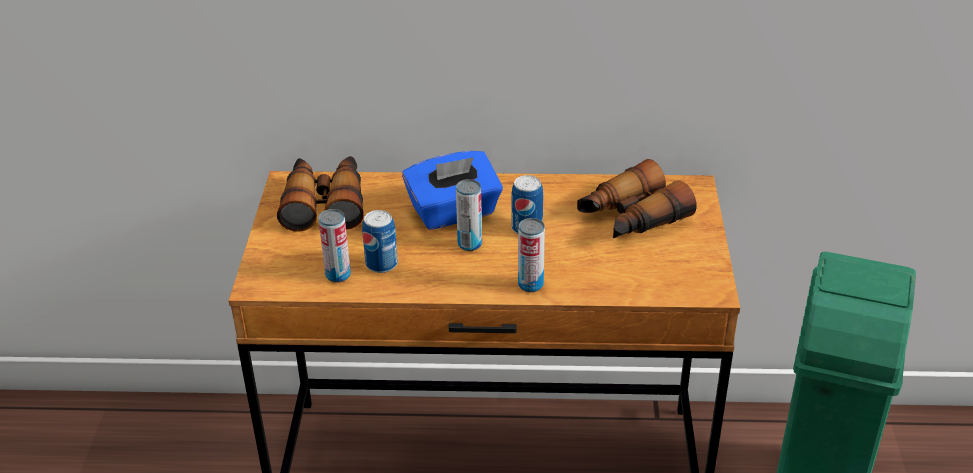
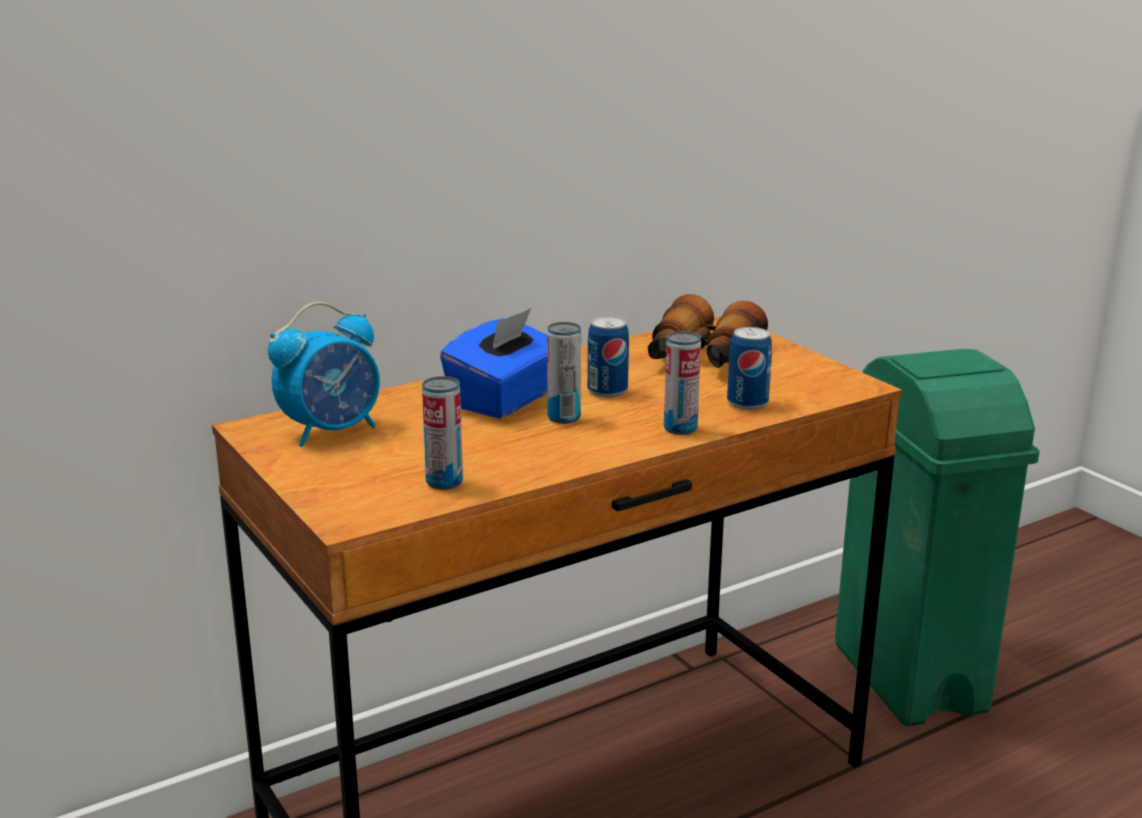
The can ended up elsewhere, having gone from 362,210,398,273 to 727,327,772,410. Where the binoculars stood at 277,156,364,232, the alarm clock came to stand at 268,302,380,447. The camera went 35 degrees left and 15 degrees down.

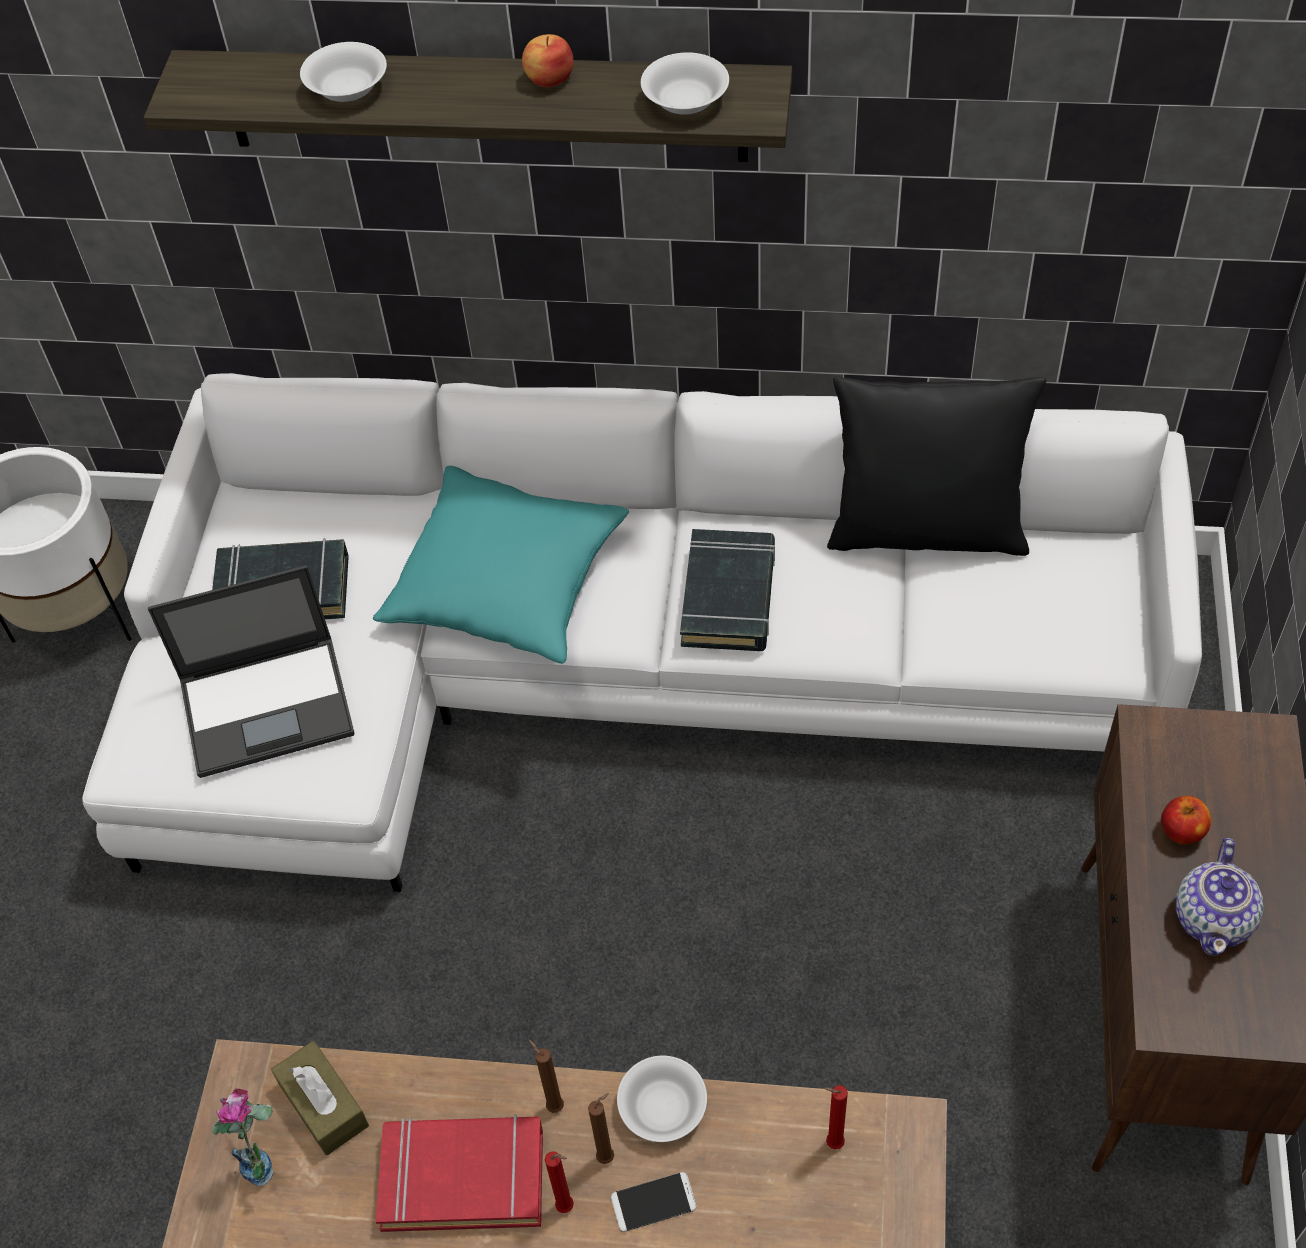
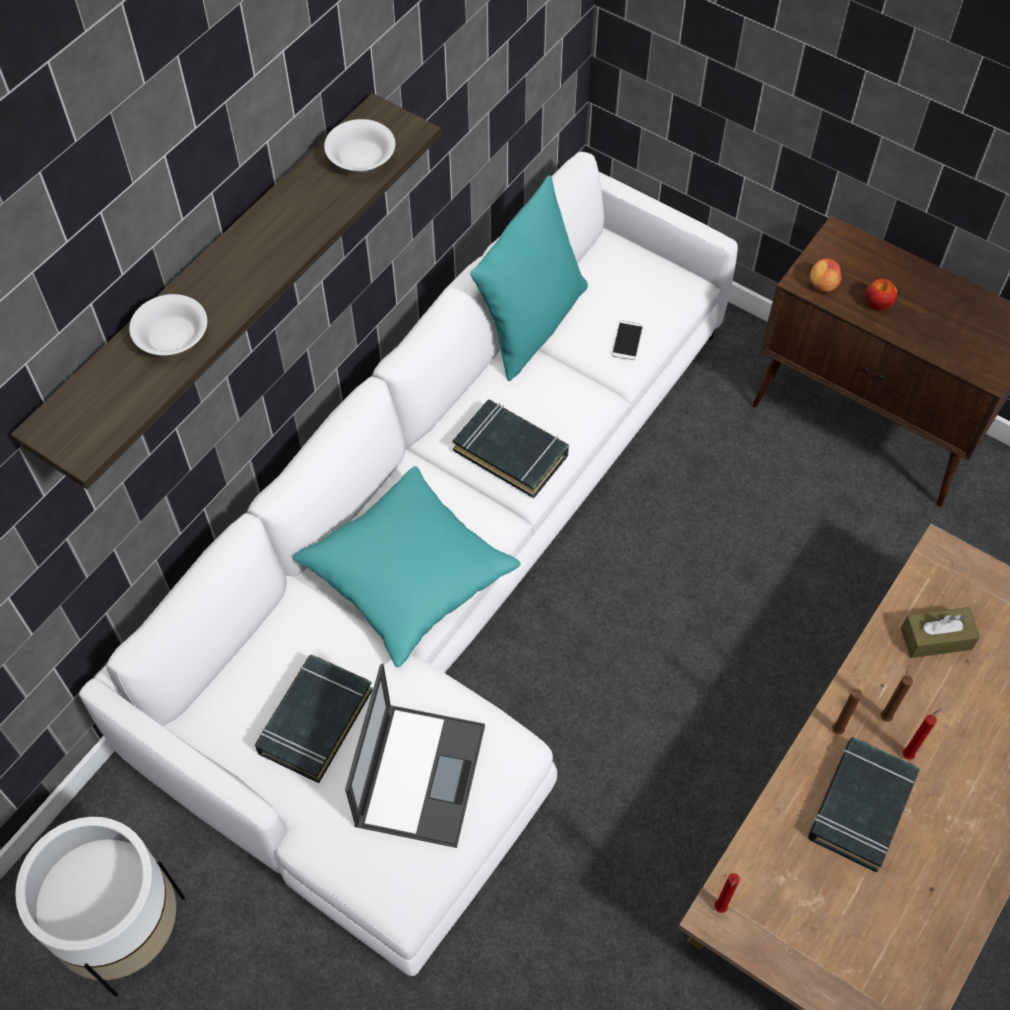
The second view lost the vase at 212,1088,274,1186. The second view lost the white bowl at 617,1055,707,1142. The second view lost the teapot at 1176,838,1263,956. The brown tissue box ended up elsewhere, having gone from 271,1041,369,1155 to 901,607,980,658. The apple ended up elsewhere, having gone from 522,34,574,87 to 810,259,841,293. The phone ended up elsewhere, having gone from 611,1172,697,1232 to 612,320,643,360. The red candle ended up elsewhere, having gone from 824,1085,848,1149 to 714,873,740,913. What was the red book at 376,1114,543,1232 turned into the black book at 808,737,920,873. What was the black pillow at 827,376,1047,556 turned into the turquoise pillow at 470,175,588,381. The camera went 65 degrees left and 5 degrees up.

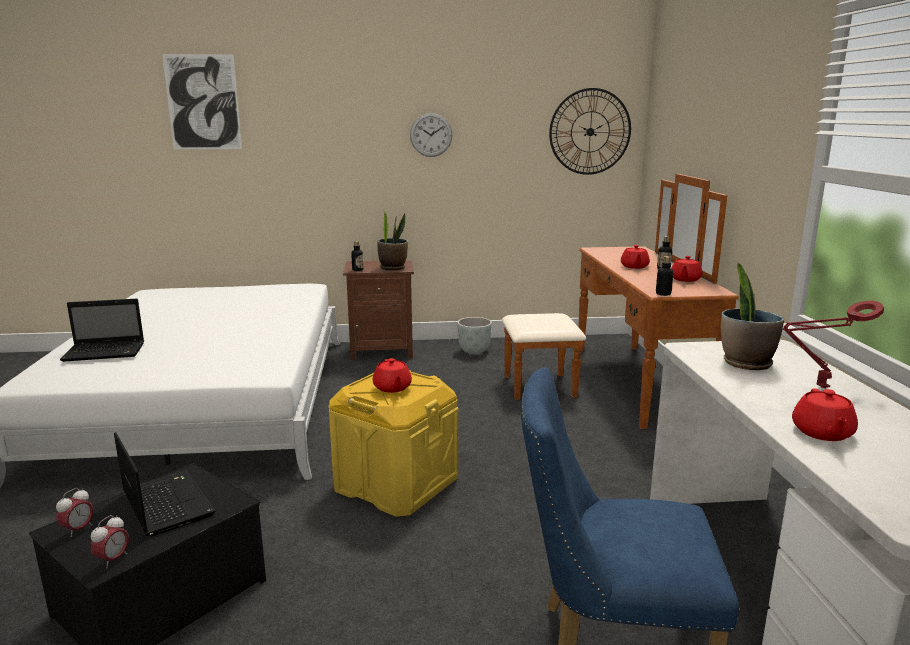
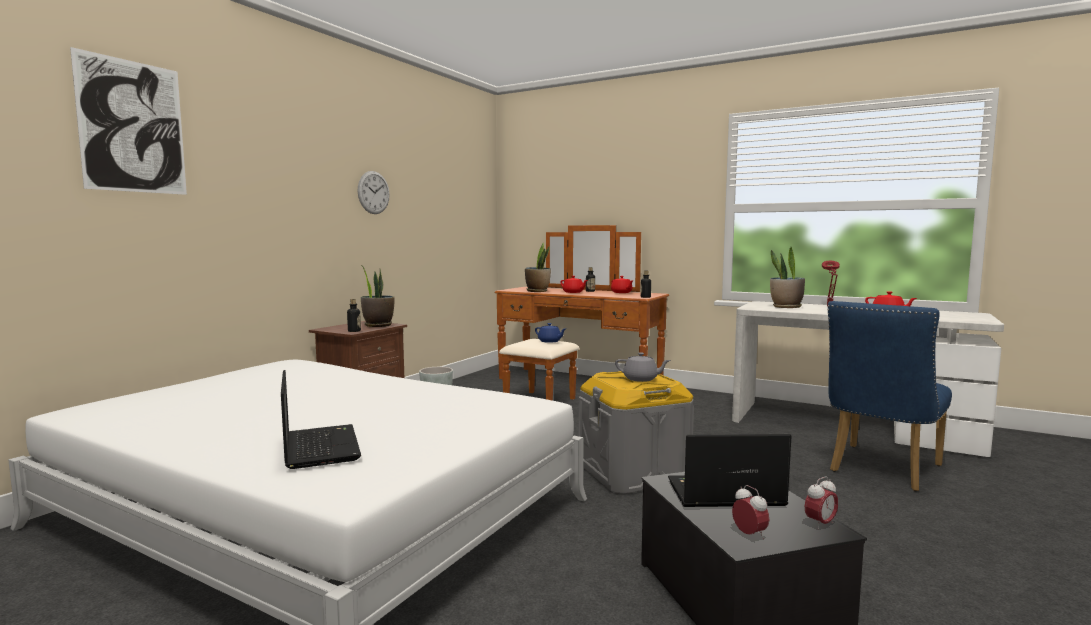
The second view lost the wall clock at 549,88,631,175. The second view gained the potted plant at 525,243,551,292. The second view gained the blue teapot at 535,323,566,343. What was the yellow storage box at 329,370,458,517 turned into the grey storage box at 579,371,694,494. What was the red teapot at 373,358,412,393 turned into the grey teapot at 615,352,671,382. The laptop at 60,299,144,362 ended up facing another way, 45 degrees counterclockwise from before. The alarm clock at 91,515,129,568 ended up facing another way, 90 degrees clockwise from before. The camera went 55 degrees left and 10 degrees down.

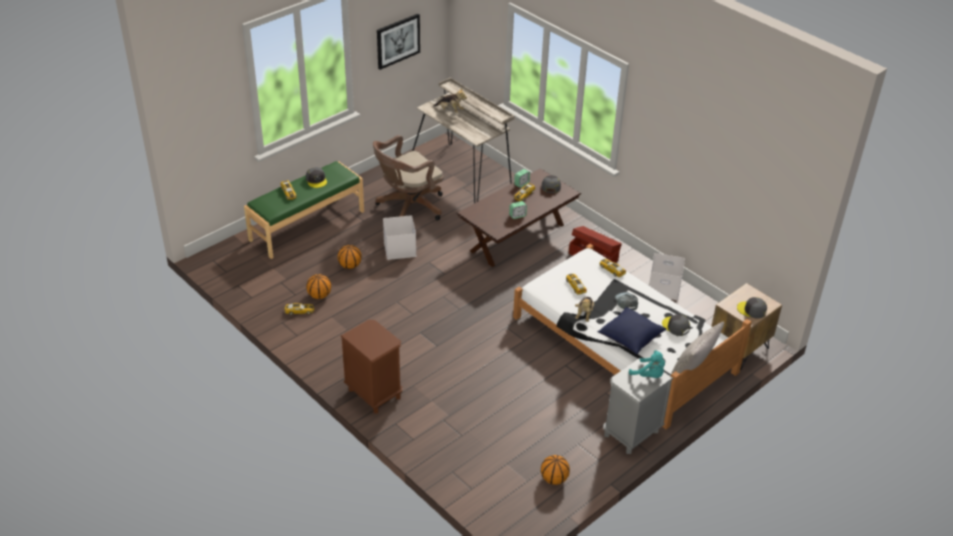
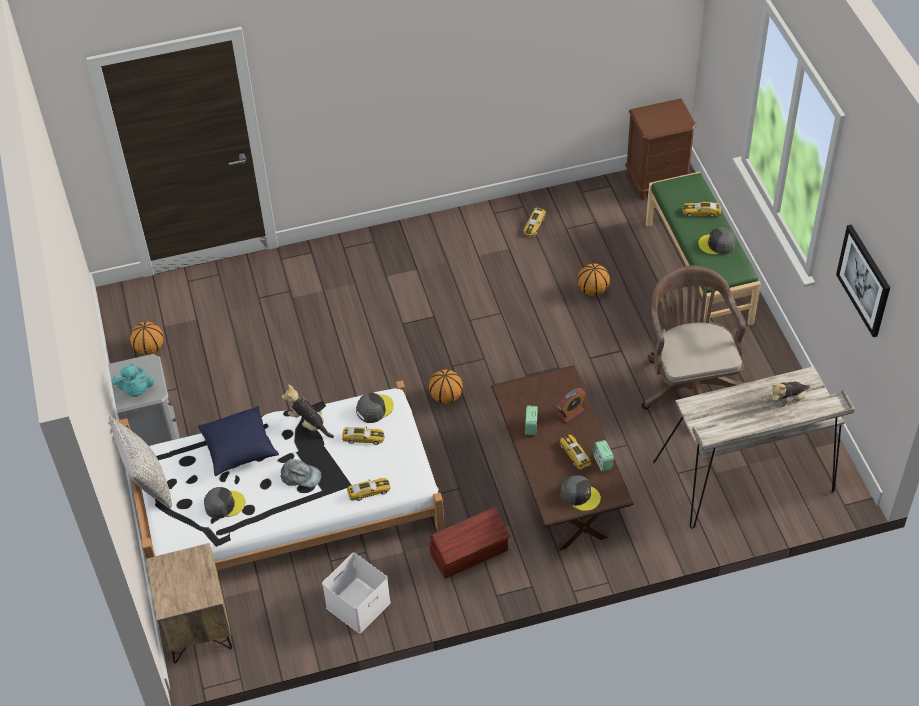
The second view lost the white storage box at 383,215,416,260. The second view gained the alarm clock at 557,388,586,423. The basketball ended up elsewhere, having gone from 306,274,331,299 to 429,369,463,404. The brown nightstand ended up elsewhere, having gone from 341,320,403,413 to 625,98,697,200. The grey cap ended up elsewhere, having gone from 737,297,767,319 to 356,393,394,423. The turquoise plush toy at 629,350,665,378 ended up facing another way, 90 degrees counterclockwise from before. The camera went 120 degrees right and 10 degrees up.

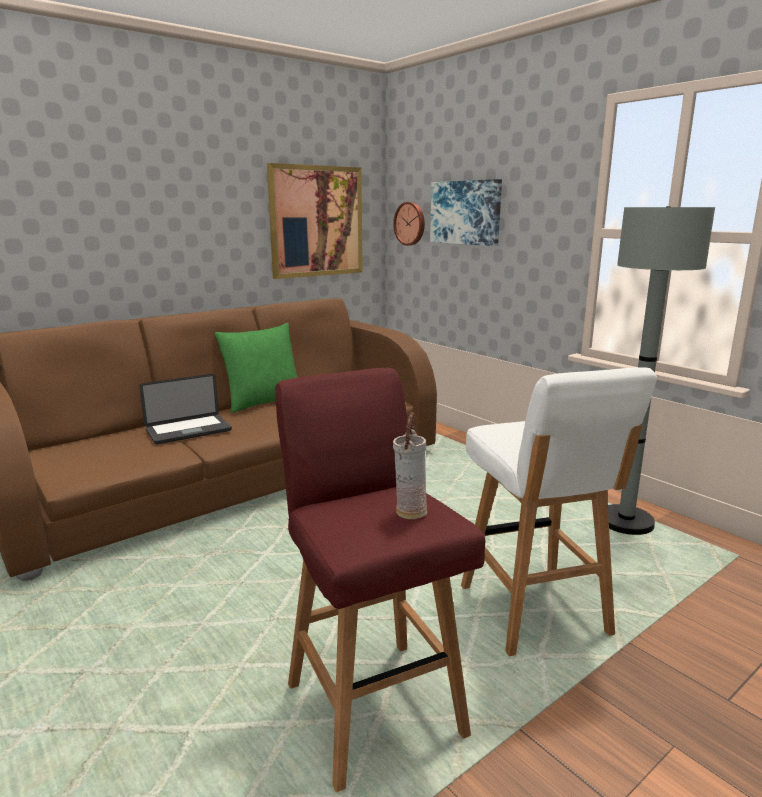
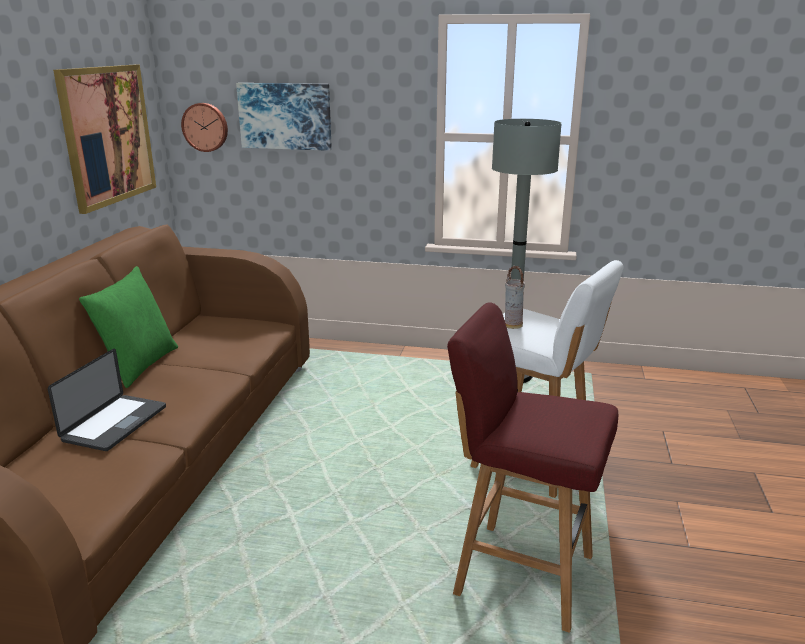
The vase ended up elsewhere, having gone from 393,412,427,519 to 505,266,525,329. The camera went 40 degrees left and 5 degrees up.

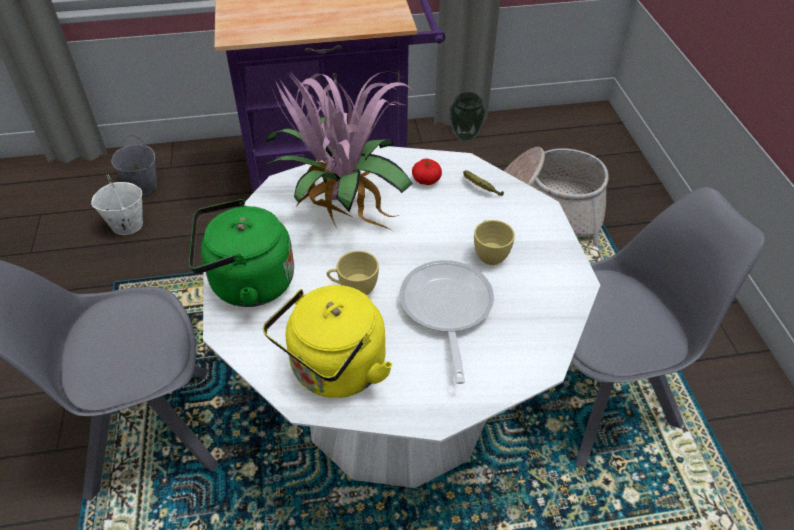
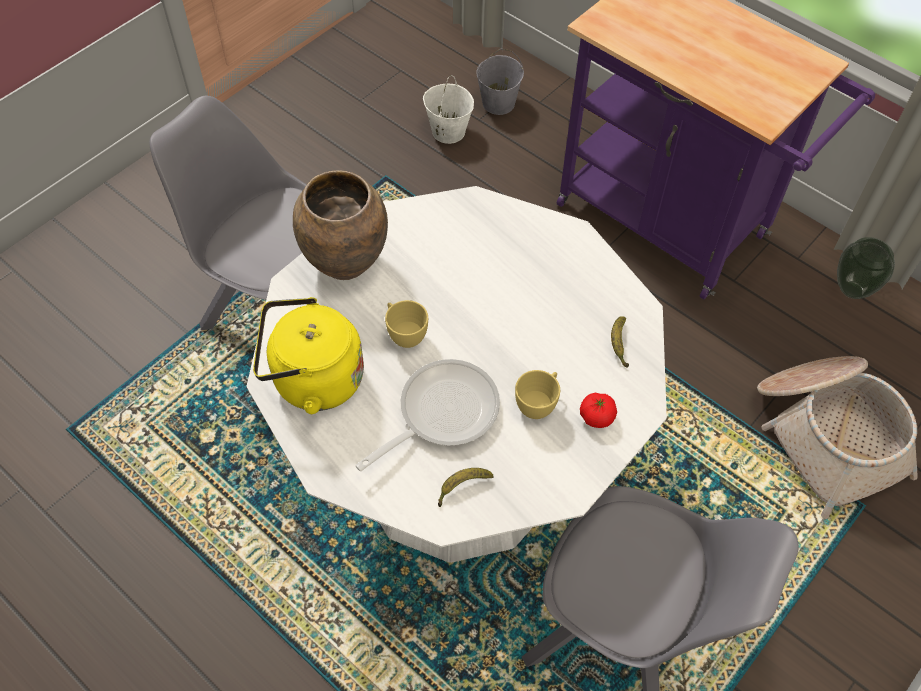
The second view lost the potted plant at 264,72,413,231. The second view gained the banana at 438,468,494,507. The tomato ended up elsewhere, having gone from 412,159,442,185 to 580,393,617,428. Where the green kettle stood at 189,199,294,307, the brown vase came to stand at 293,170,388,280. The camera went 50 degrees right and 10 degrees up.

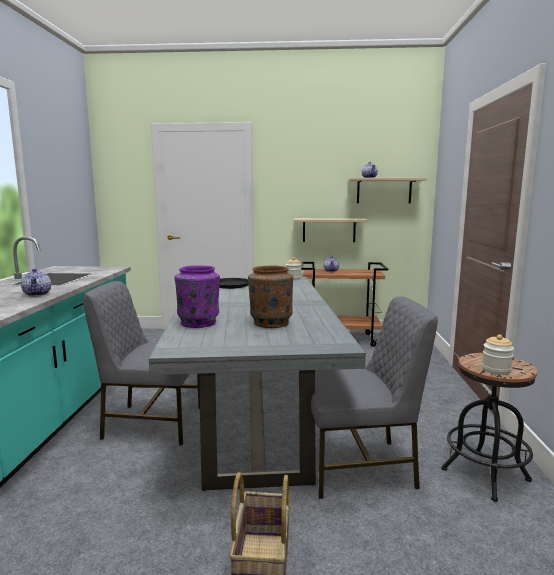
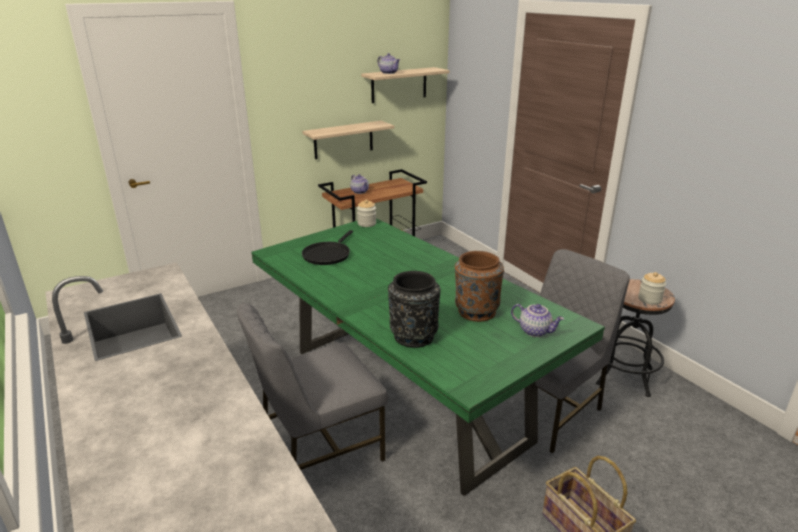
The teapot ended up elsewhere, having gone from 21,269,51,296 to 511,304,564,337. What was the grey dining table at 149,277,366,491 turned into the green dining table at 251,218,605,496. What was the purple vase at 174,265,220,328 turned into the black vase at 388,271,441,348. The camera went 35 degrees left and 15 degrees up.

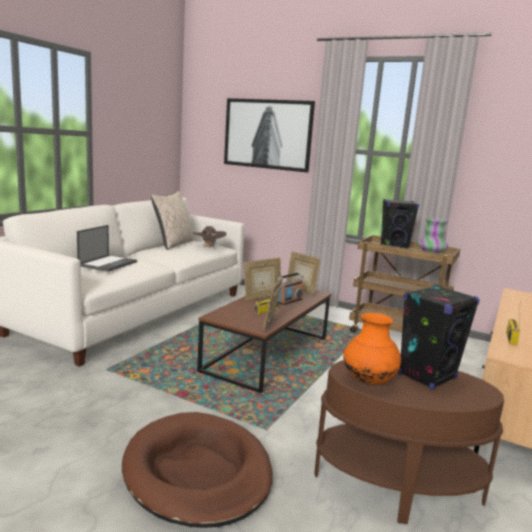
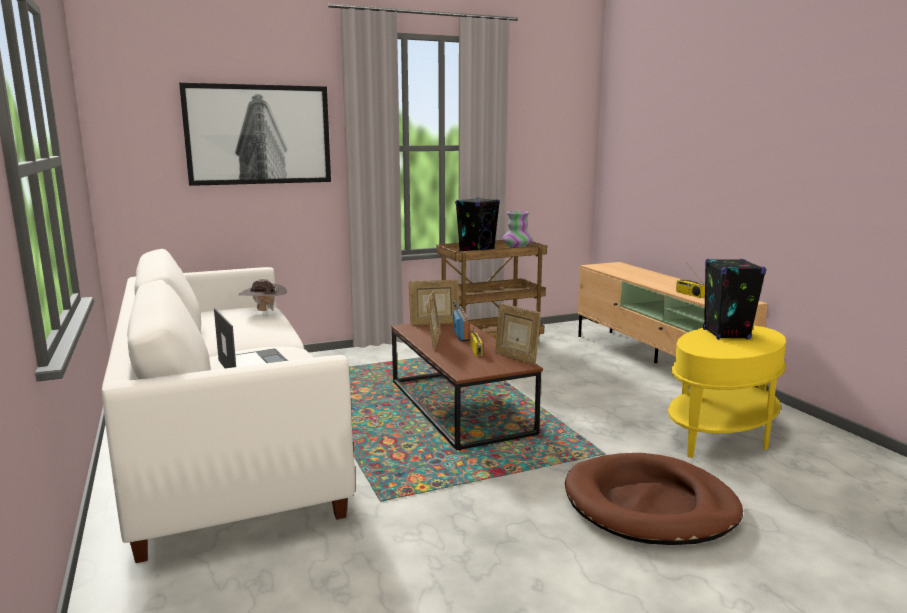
The second view lost the beige pillow at 151,191,193,250. The second view lost the orange vase at 343,313,401,385. What was the brown side table at 314,360,504,524 turned into the yellow side table at 668,325,786,458. The camera went 50 degrees left and 0 degrees up.

